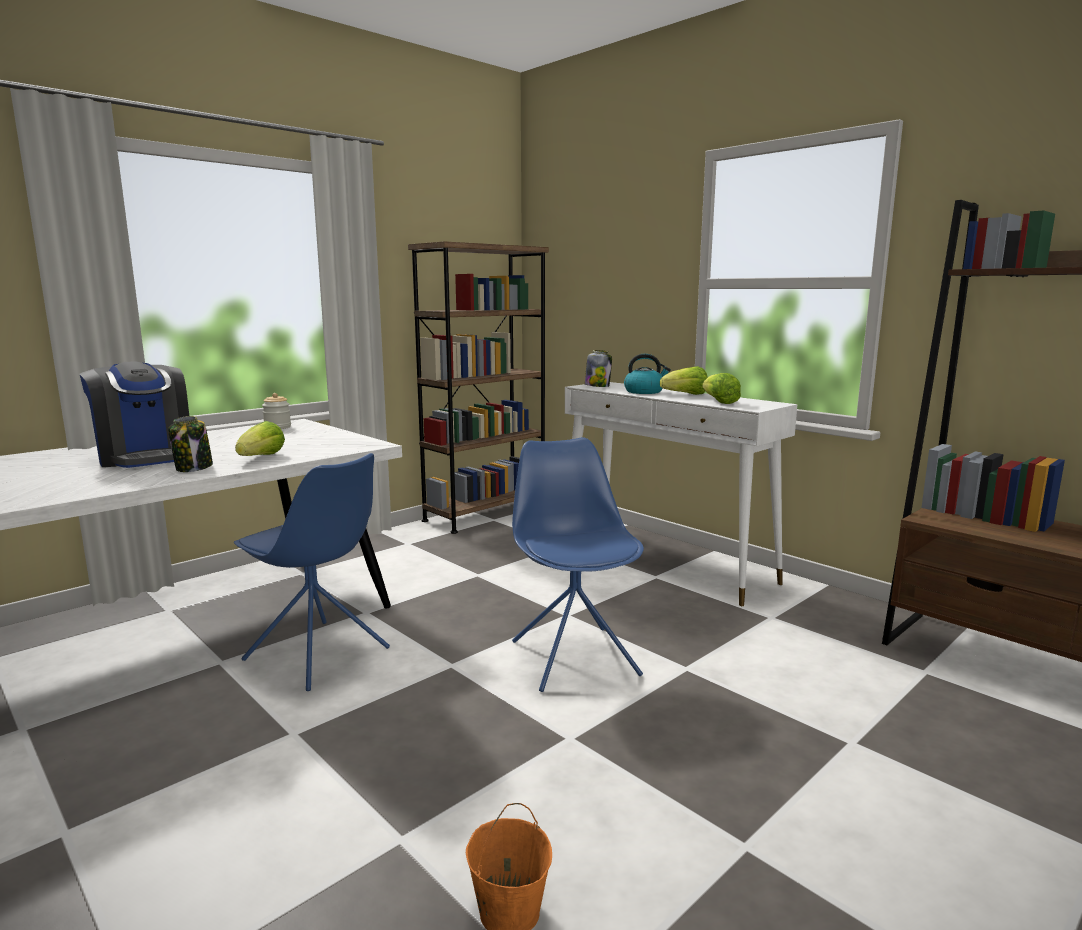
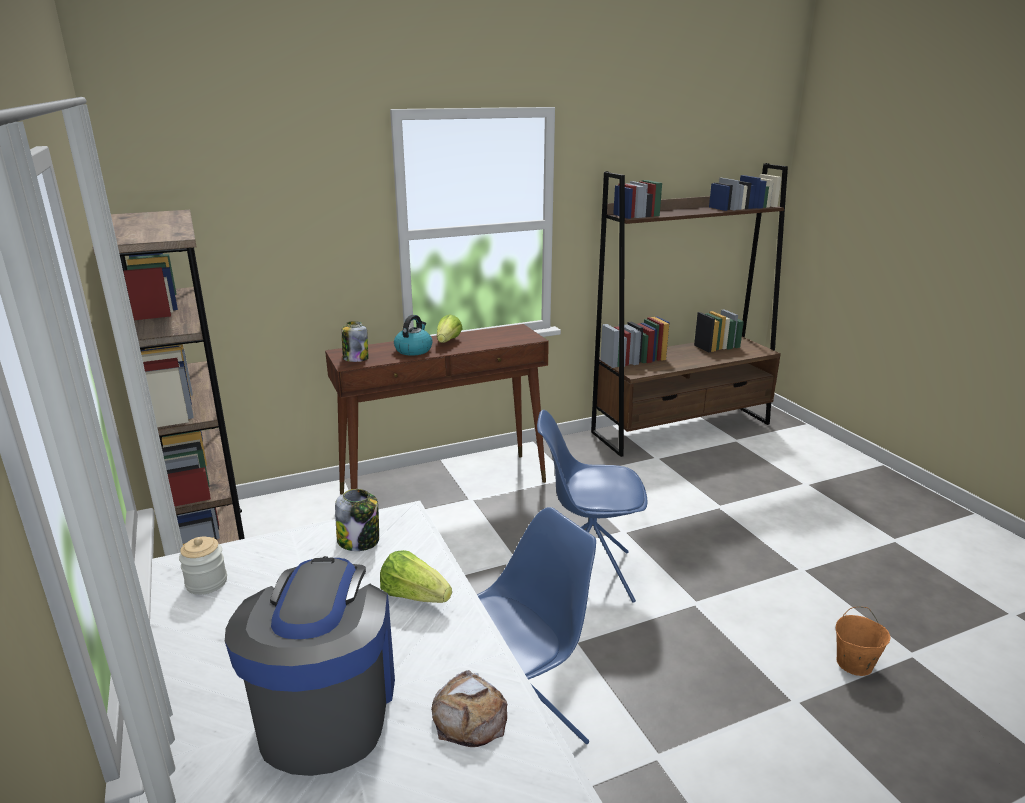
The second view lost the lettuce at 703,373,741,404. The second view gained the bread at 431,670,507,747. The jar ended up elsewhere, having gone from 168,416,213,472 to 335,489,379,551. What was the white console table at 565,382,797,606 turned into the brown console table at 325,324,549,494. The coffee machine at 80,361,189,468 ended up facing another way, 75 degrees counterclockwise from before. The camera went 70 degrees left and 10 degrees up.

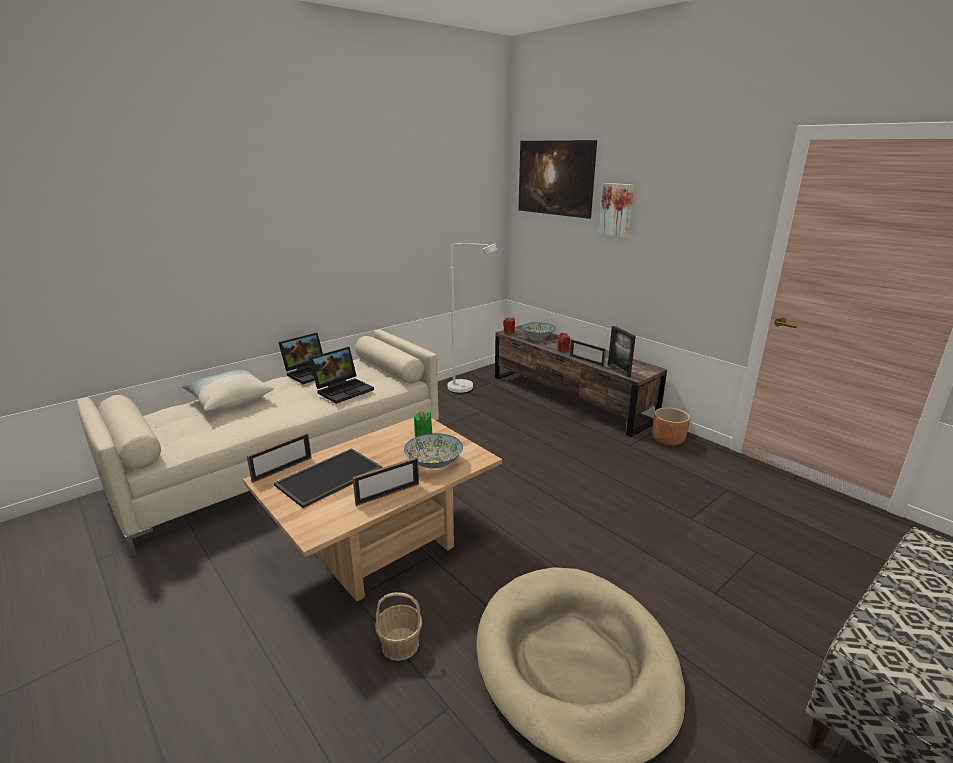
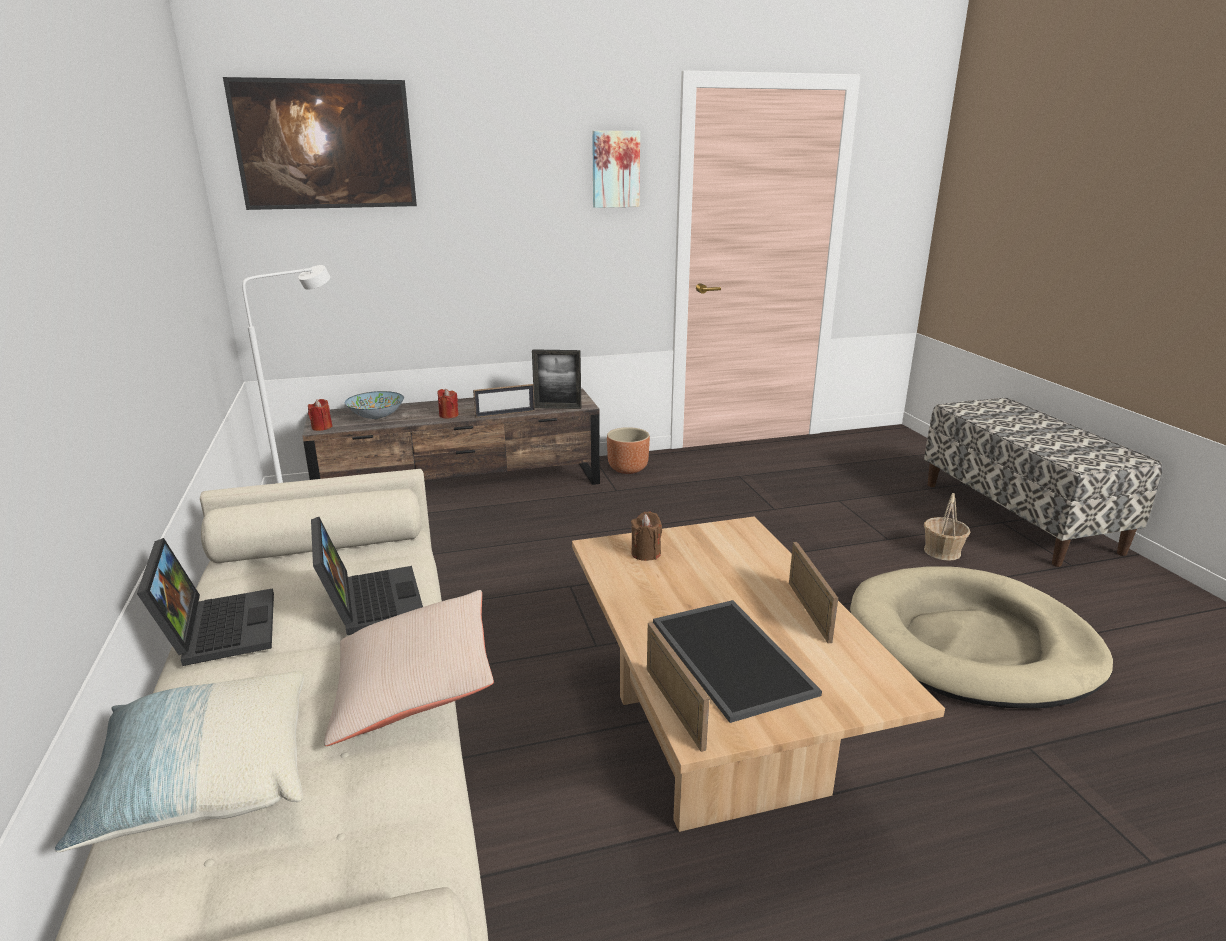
The second view lost the bowl at 404,433,463,469. The second view gained the beige pillow at 324,590,494,746. The basket ended up elsewhere, having gone from 375,592,422,661 to 924,493,970,561. The picture ended up elsewhere, having gone from 599,183,634,238 to 592,131,640,208. What was the green candle at 414,411,432,437 turned into the brown candle at 631,511,662,561. The camera went 65 degrees left and 0 degrees up.

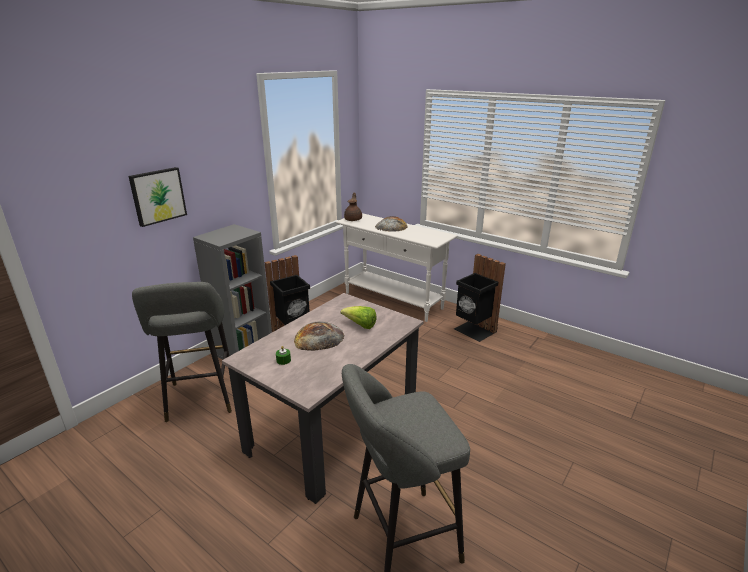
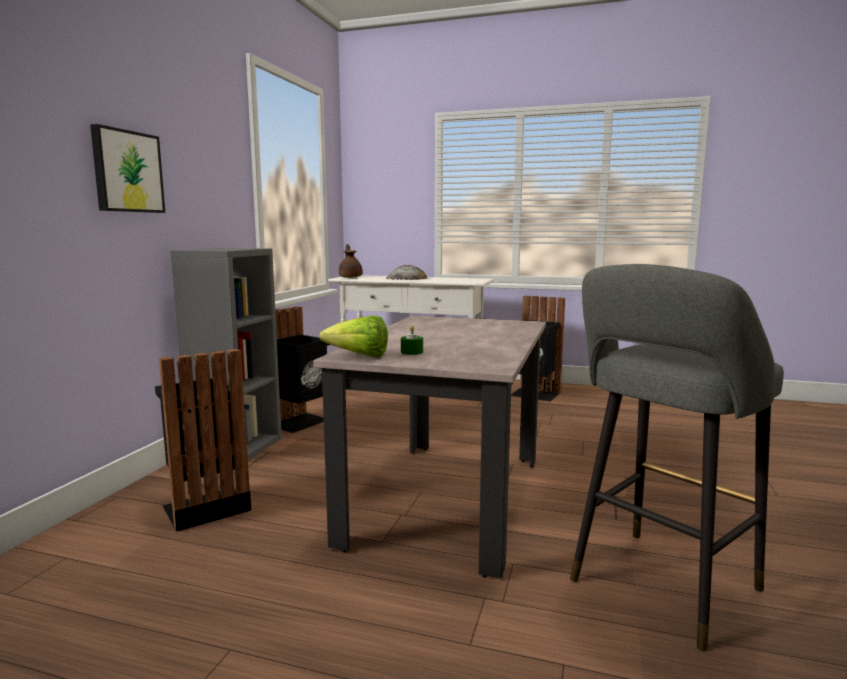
The second view lost the bread at 294,321,344,351. The lettuce ended up elsewhere, having gone from 341,306,376,329 to 319,315,388,357. Where the grey stool stood at 132,282,232,422, the black trash can came to stand at 155,349,251,532. The camera went 20 degrees left and 15 degrees down.

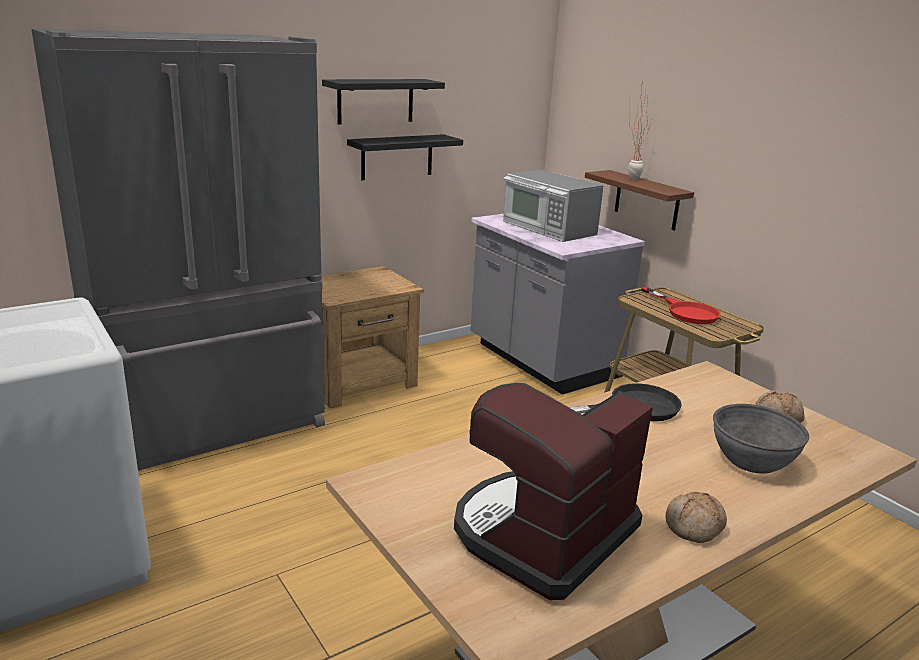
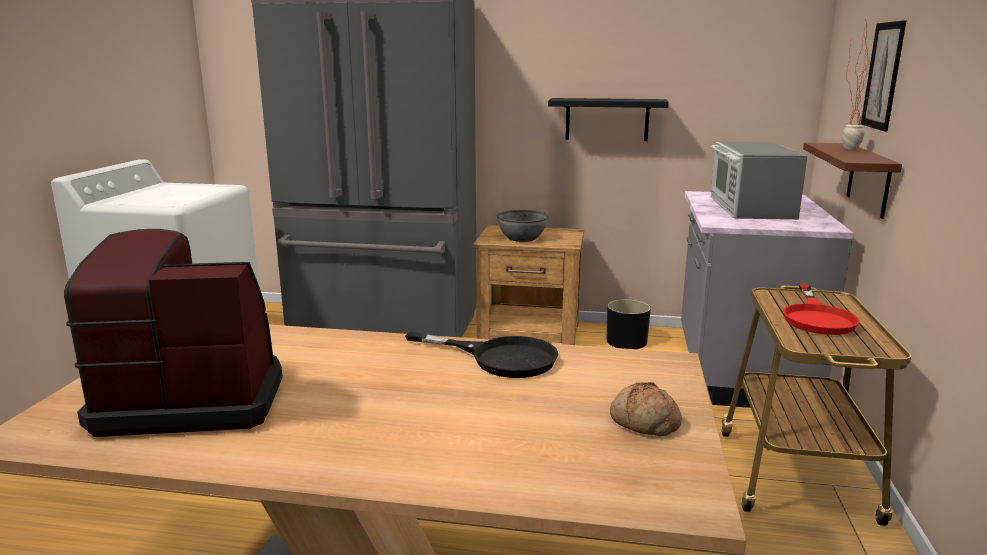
The second view lost the black shelf at 322,79,445,125. The second view lost the bread at 666,492,727,543. The second view gained the black planter at 606,299,651,349. The second view gained the picture at 861,21,906,132. The grey bowl ended up elsewhere, having gone from 713,404,809,474 to 497,210,549,242. The camera went 45 degrees right and 5 degrees down.

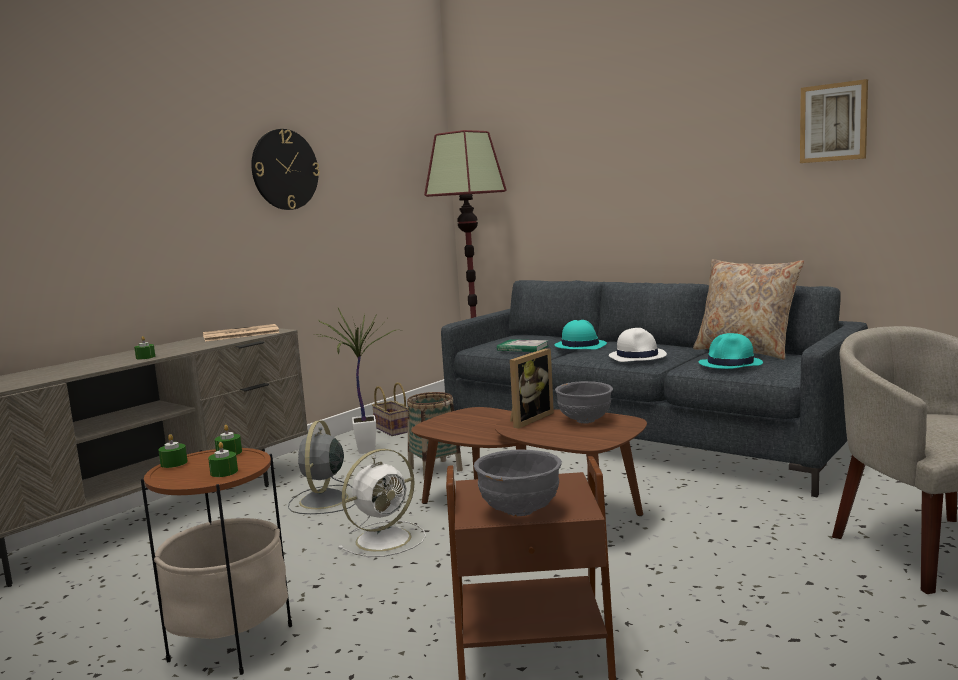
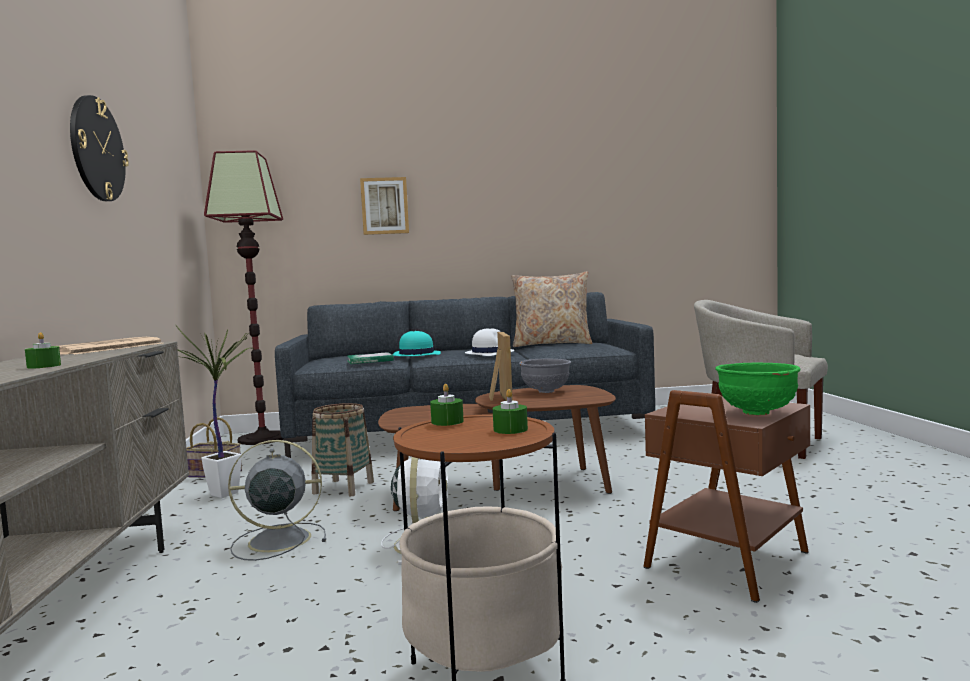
The second view lost the green candle at 158,434,188,468. The second view lost the turquoise hat at 699,333,763,369. The picture ended up elsewhere, having gone from 800,79,868,163 to 360,177,409,235. What was the grey bowl at 474,449,562,516 turned into the green bowl at 715,363,800,415. The grey fan at 288,420,355,514 ended up facing another way, 120 degrees clockwise from before. The camera went 45 degrees left and 5 degrees down.

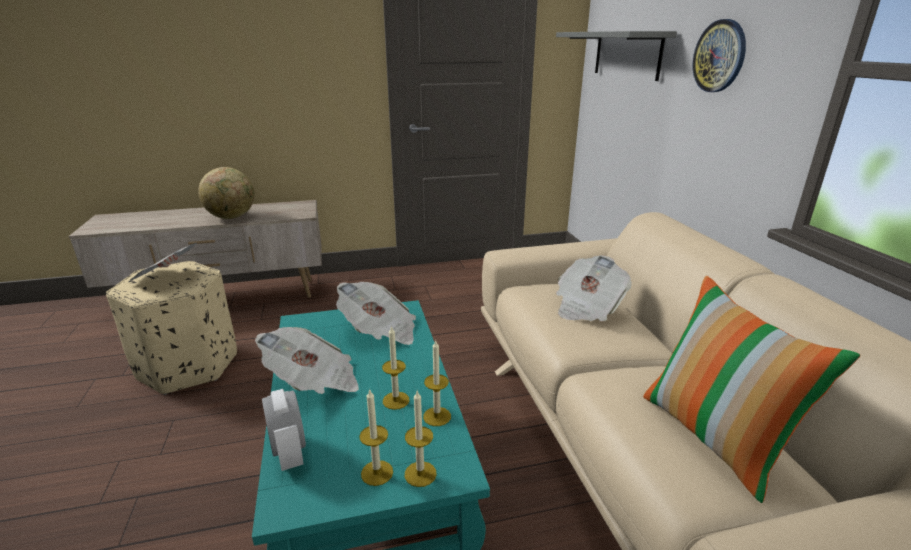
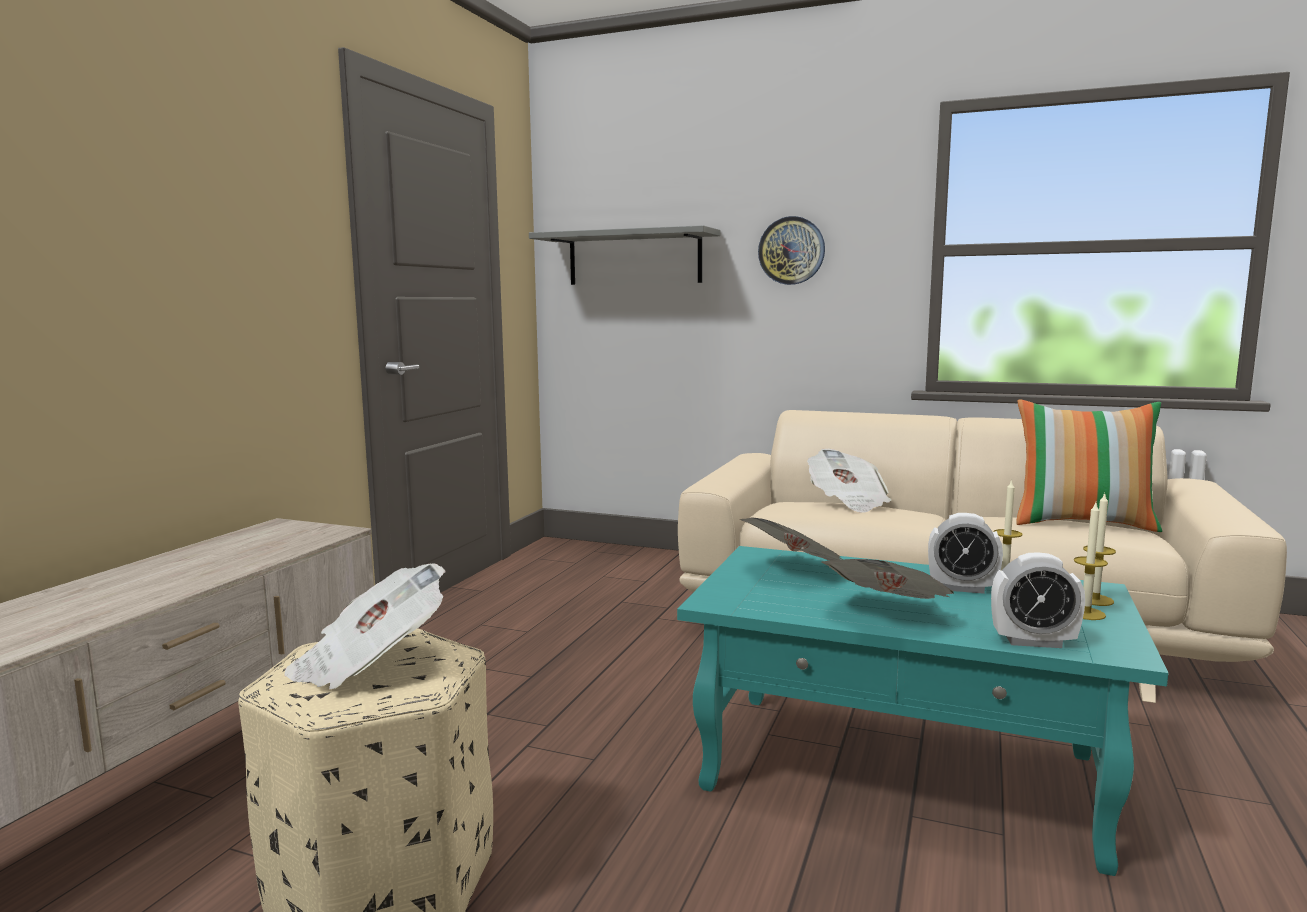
The second view lost the globe at 198,167,255,219. Where the candle stood at 382,326,409,410, the alarm clock came to stand at 928,513,1003,594. The camera went 55 degrees left and 15 degrees down.

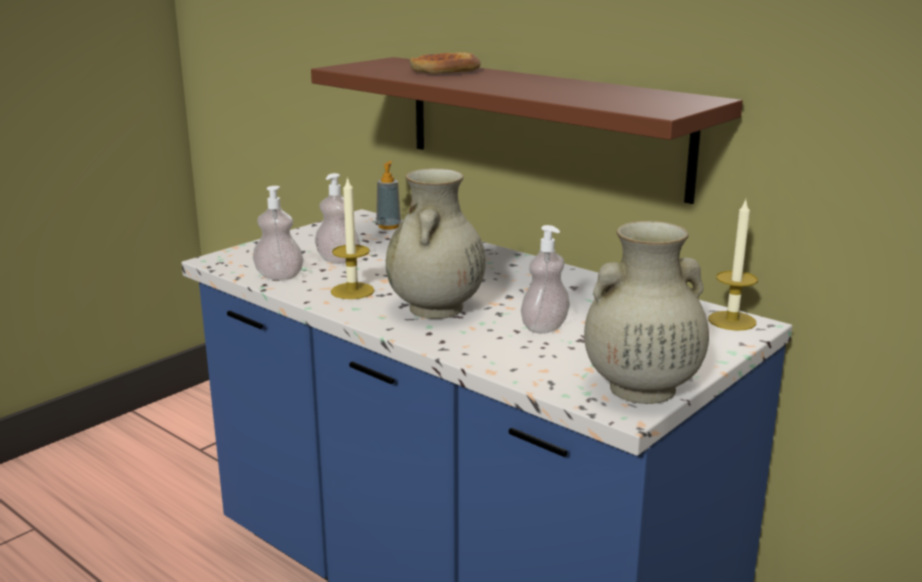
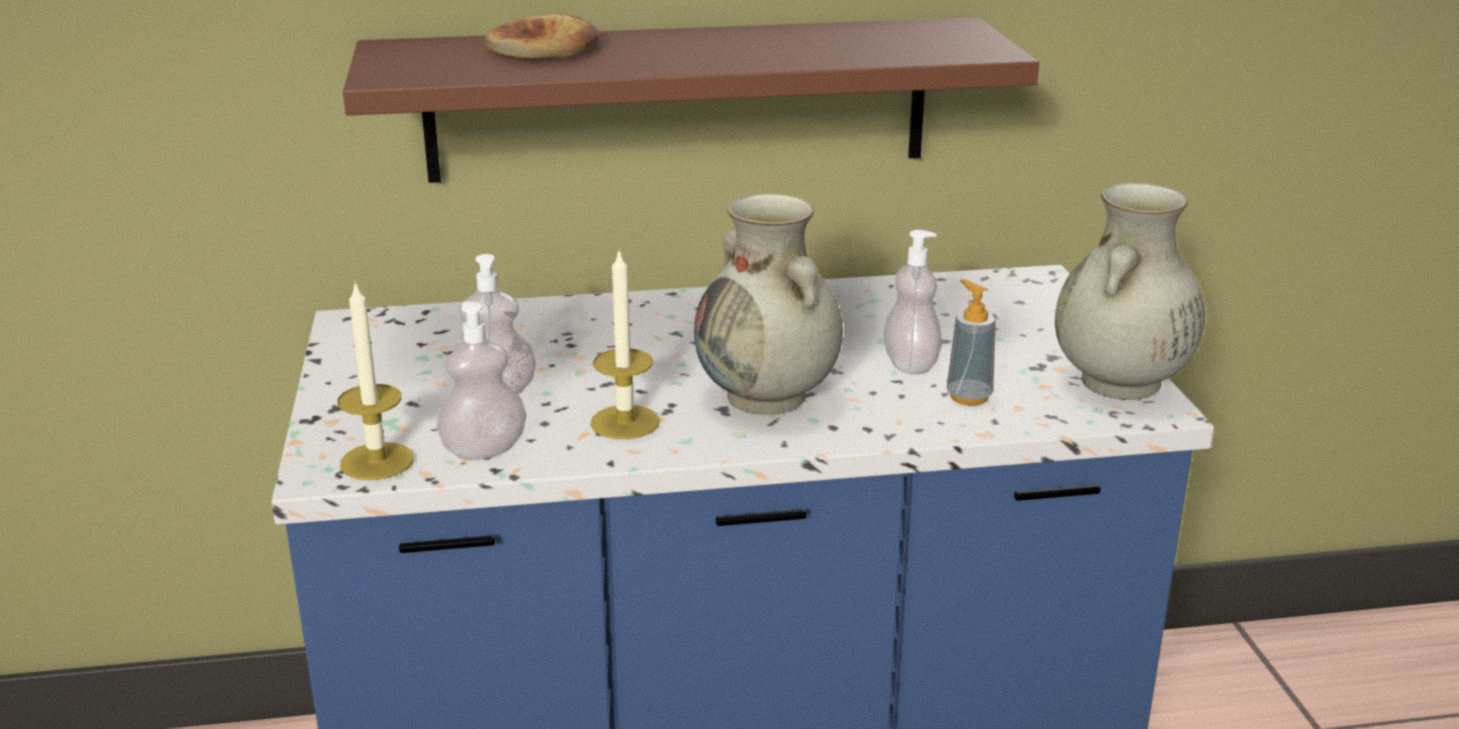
The soap dispenser ended up elsewhere, having gone from 376,161,401,230 to 947,279,996,405. The candle ended up elsewhere, having gone from 708,199,758,331 to 337,280,414,480. The camera went 50 degrees left and 5 degrees up.

